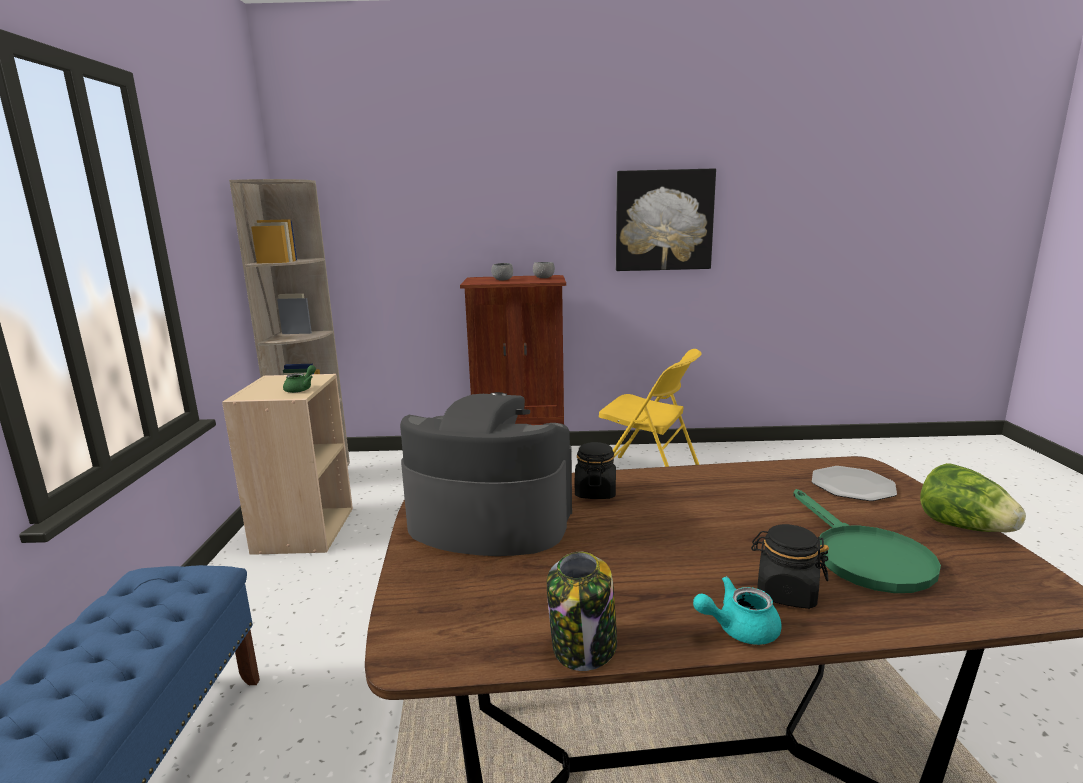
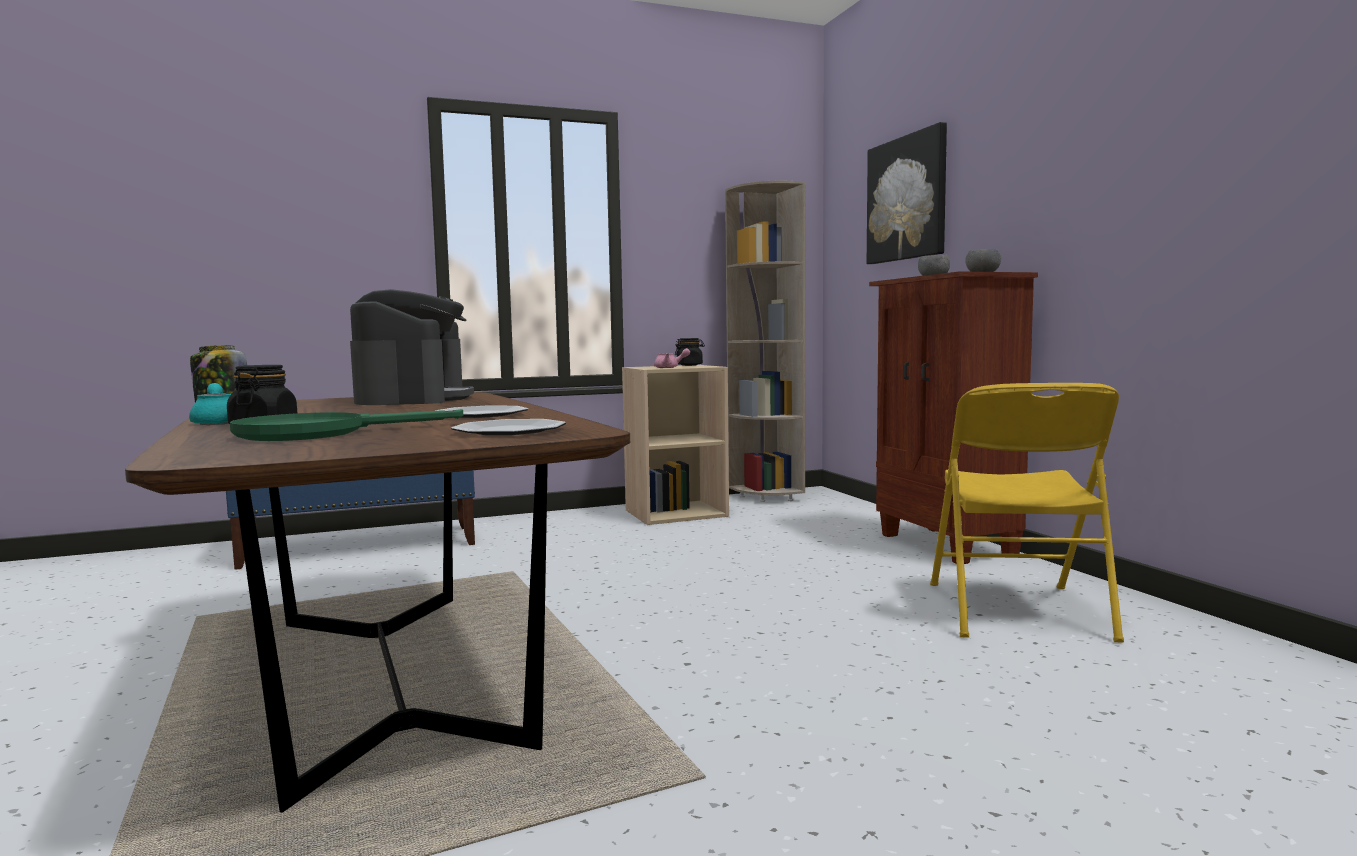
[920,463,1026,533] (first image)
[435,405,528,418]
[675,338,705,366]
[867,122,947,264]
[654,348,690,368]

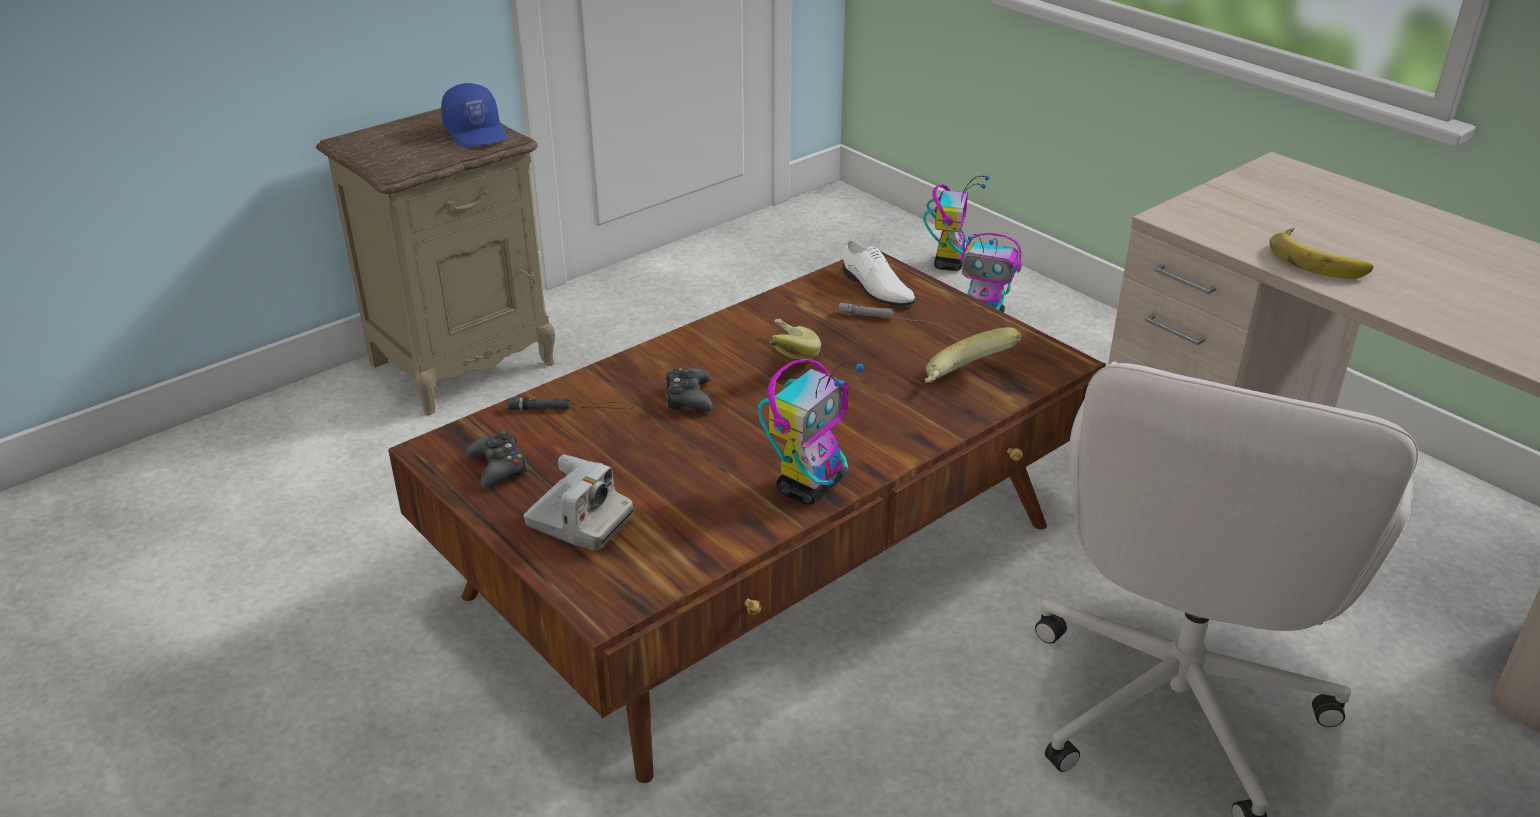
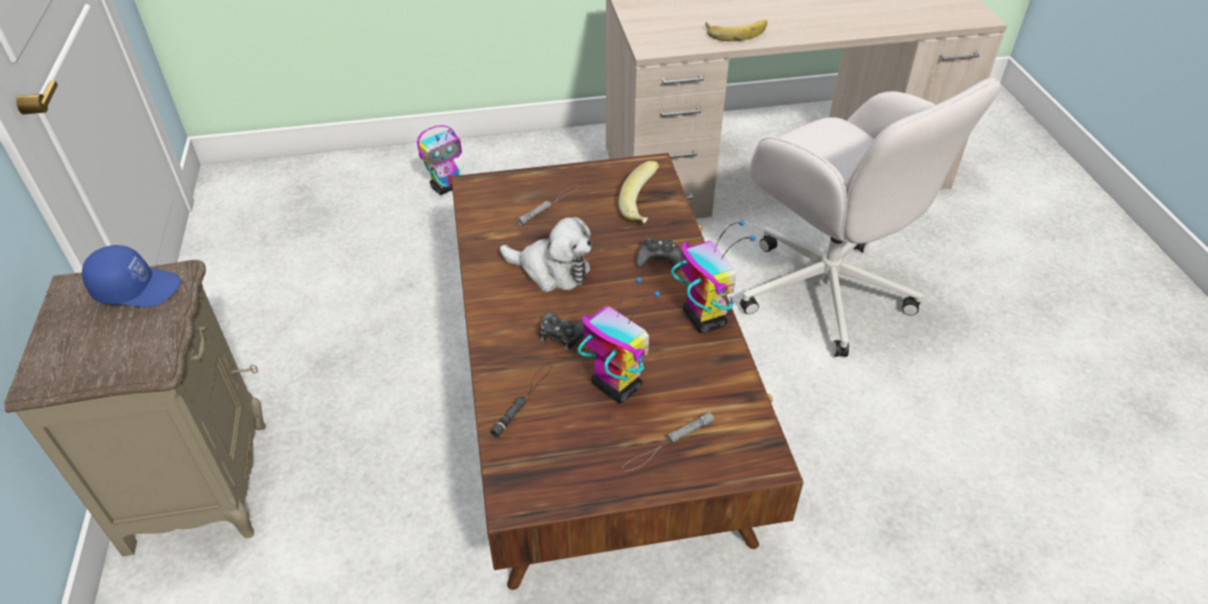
[843,240,915,306] (first image)
[636,237,682,270]
[577,277,660,403]
[622,412,714,471]
[500,217,592,292]

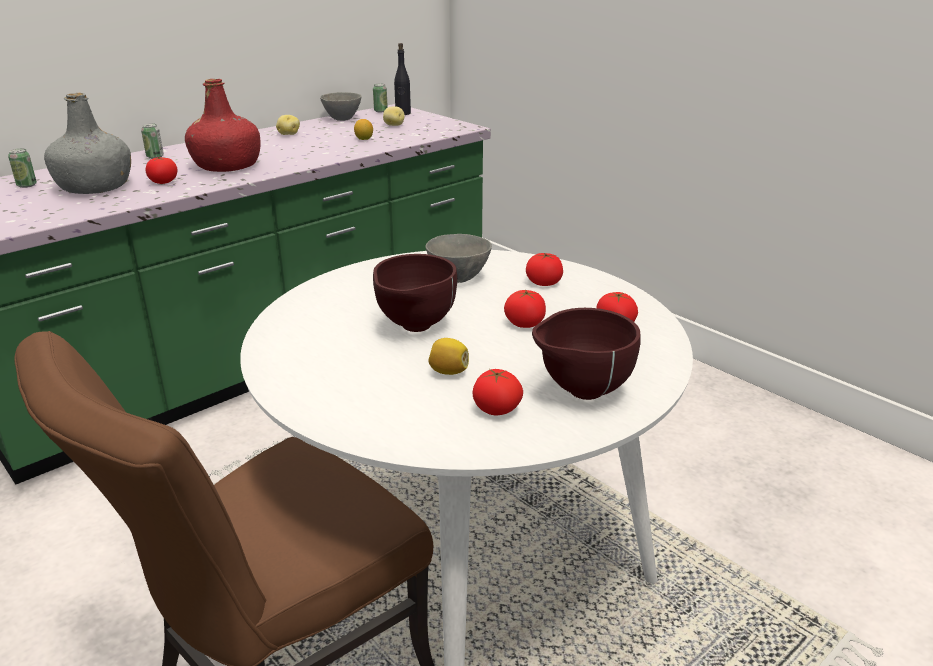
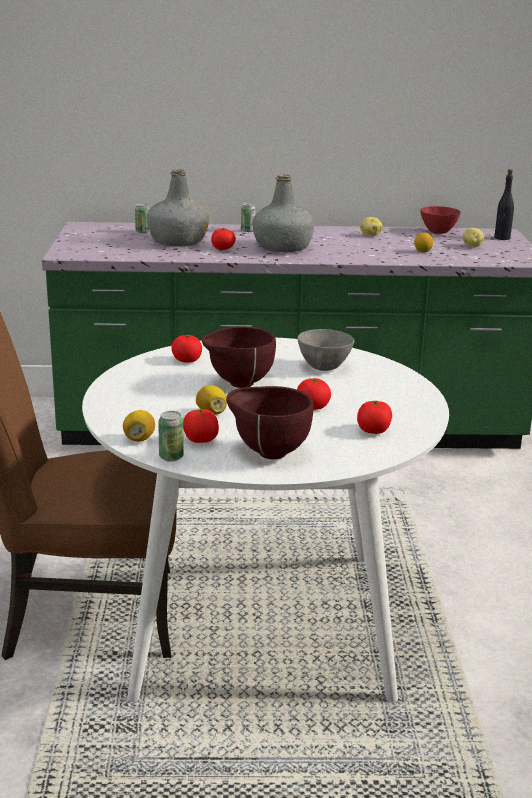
[123,410,155,442]
[158,411,184,462]
[172,335,202,363]
[253,174,314,252]
[420,206,461,234]

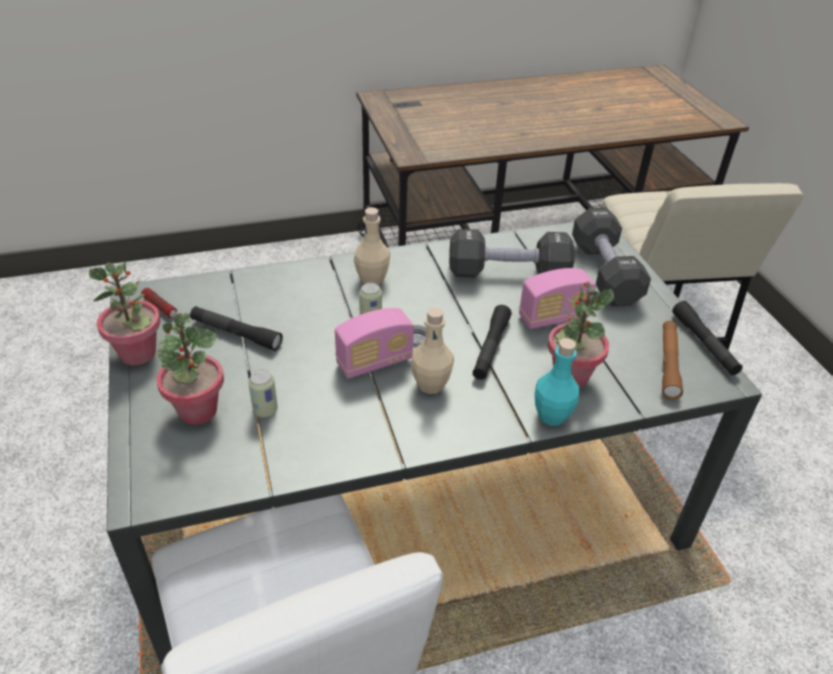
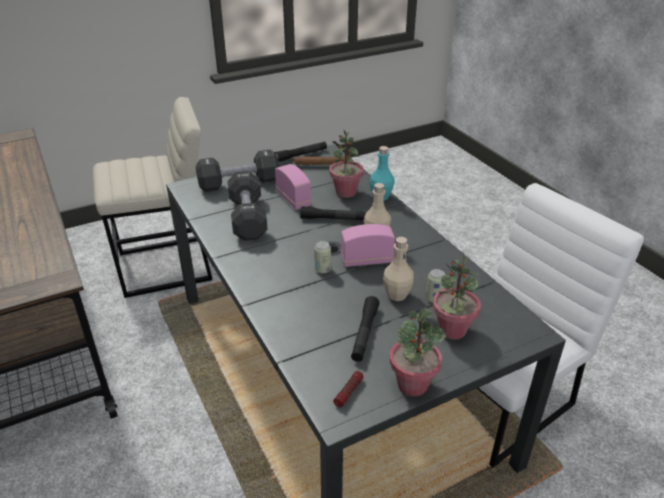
[383,237,414,301]
[341,224,395,267]

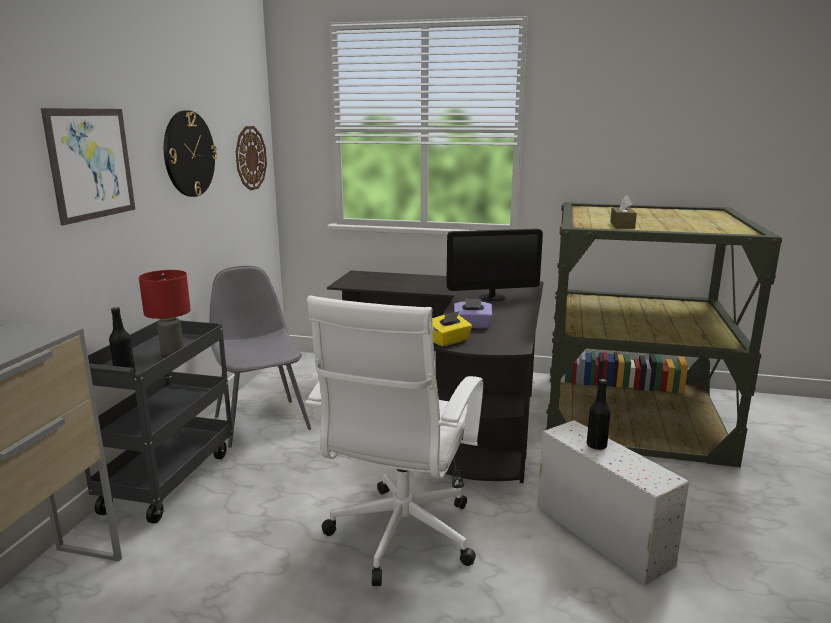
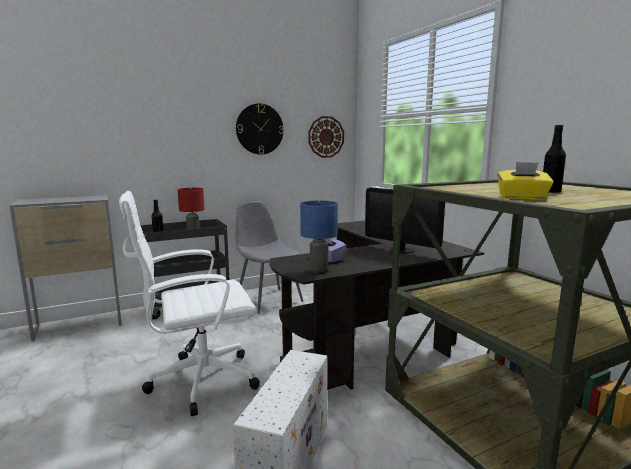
[41,108,135,225] (first image)
[610,195,637,229] (first image)
[300,200,338,273]
[497,162,554,200]
[543,125,566,193]
[236,200,303,314]

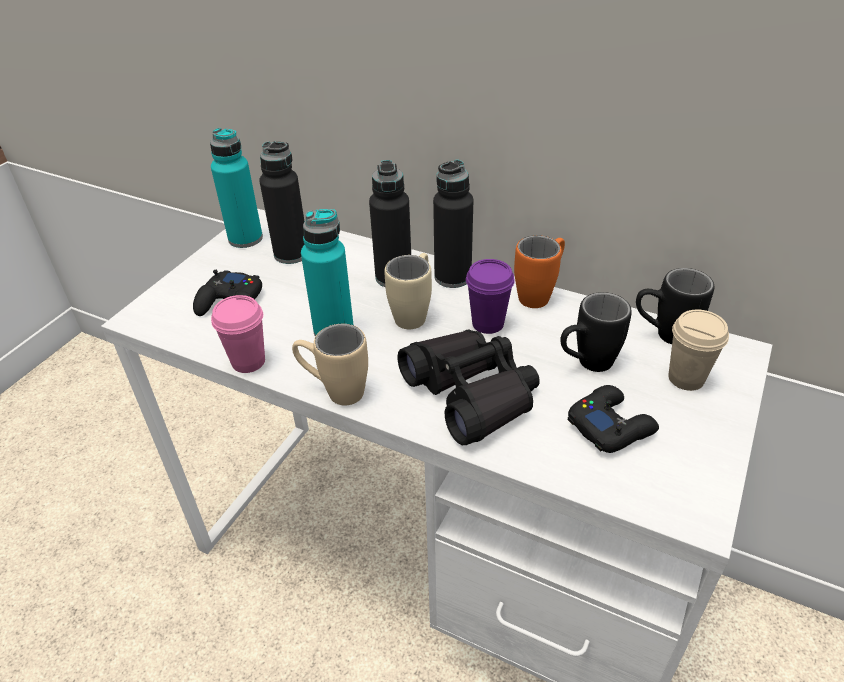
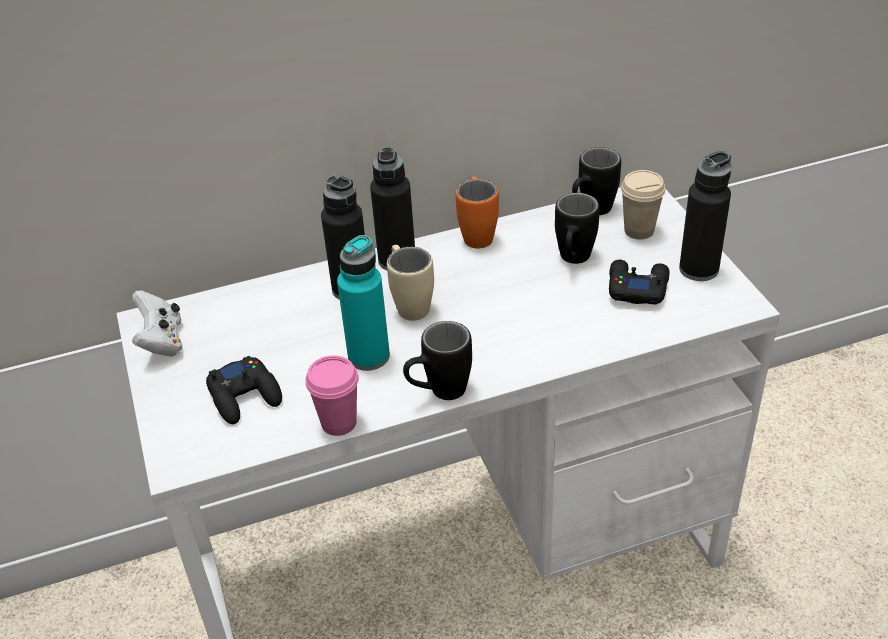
[397,329,540,445] (first image)
[466,259,515,334] (first image)
[679,151,732,281]
[132,290,183,356]
[403,321,472,400]

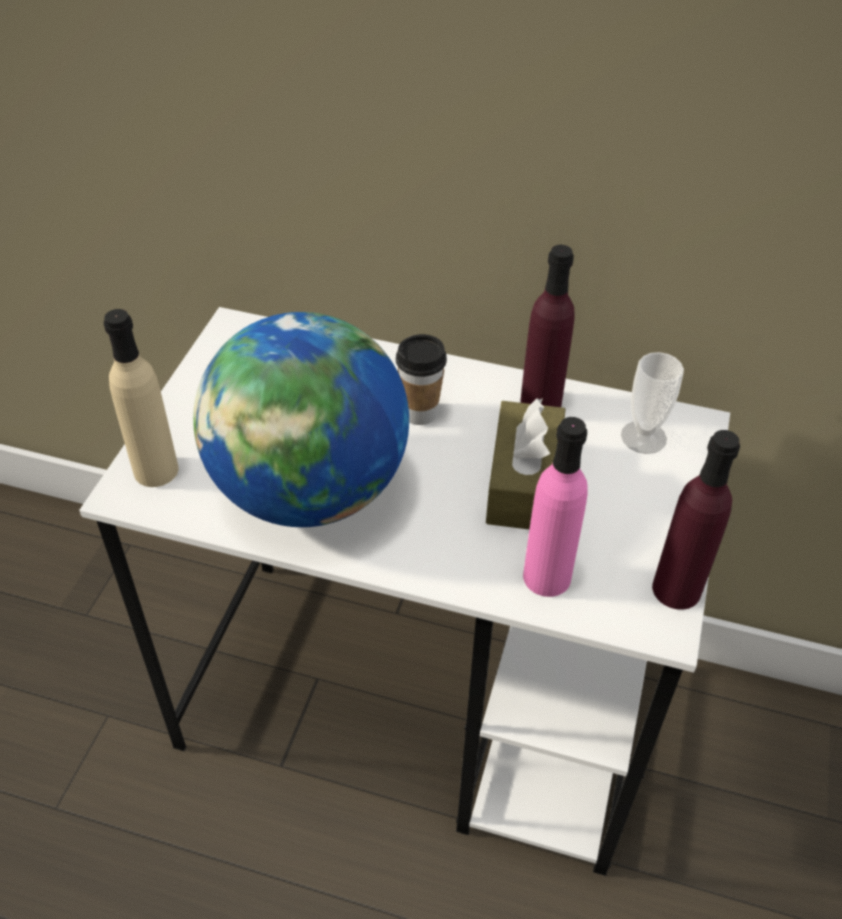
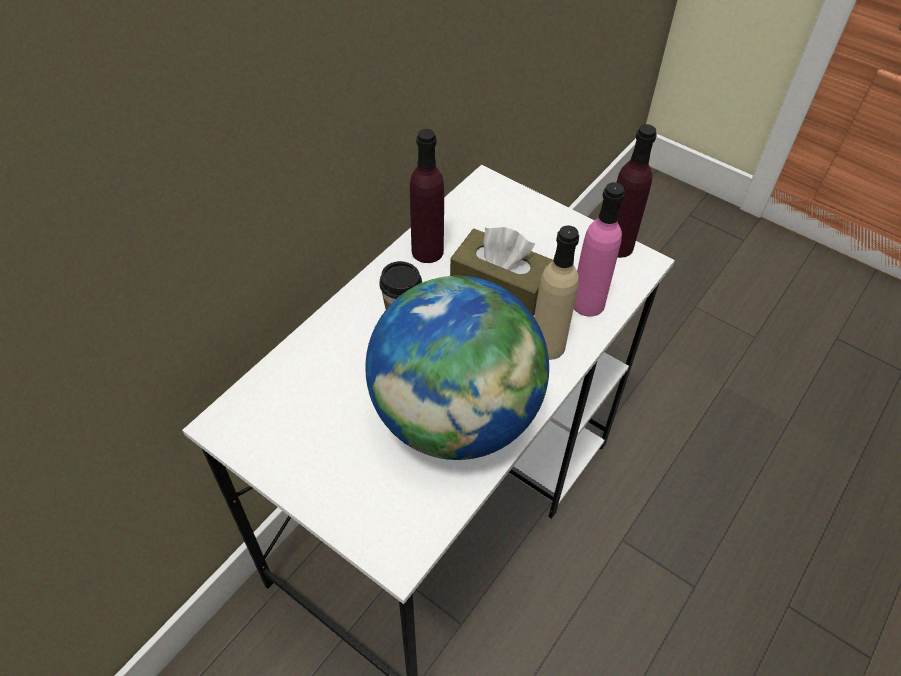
[621,352,684,454] (first image)
[534,225,579,360]

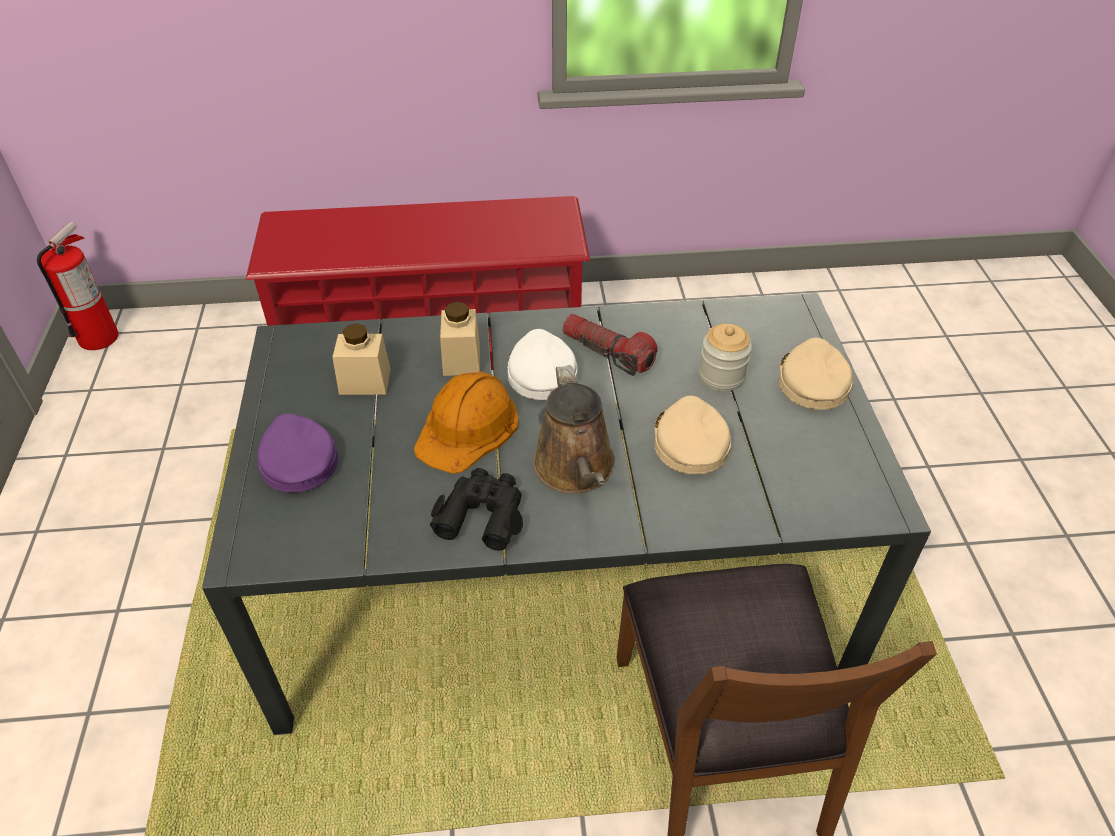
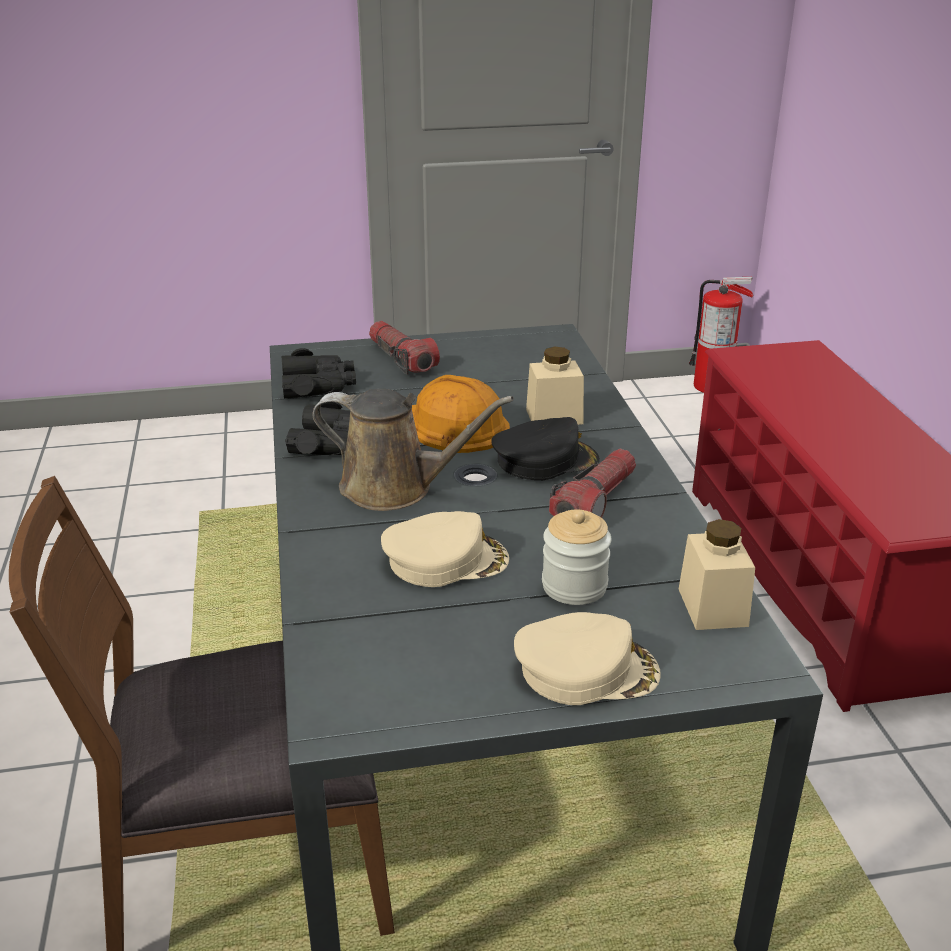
[281,348,356,399]
[679,519,755,630]
[369,321,440,374]
[491,417,600,480]
[312,389,514,511]

